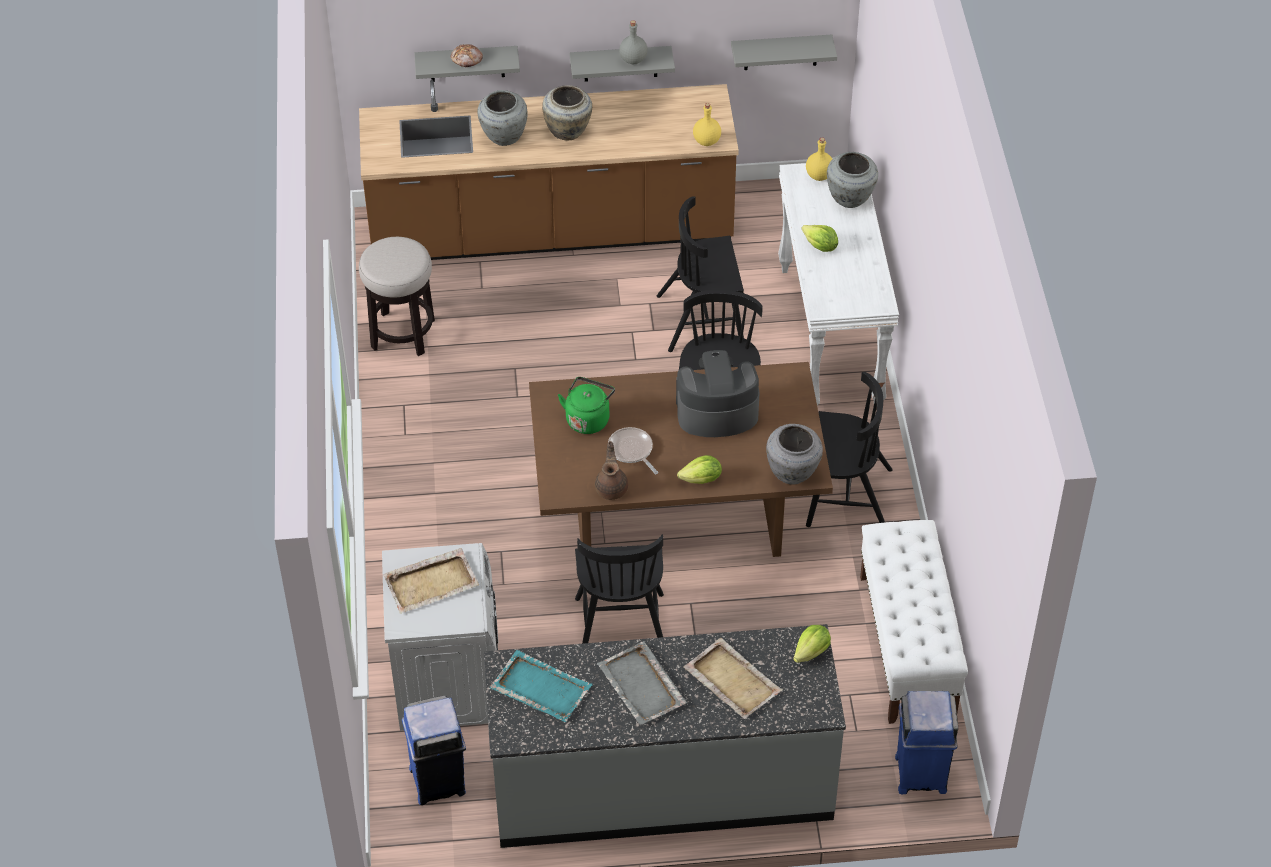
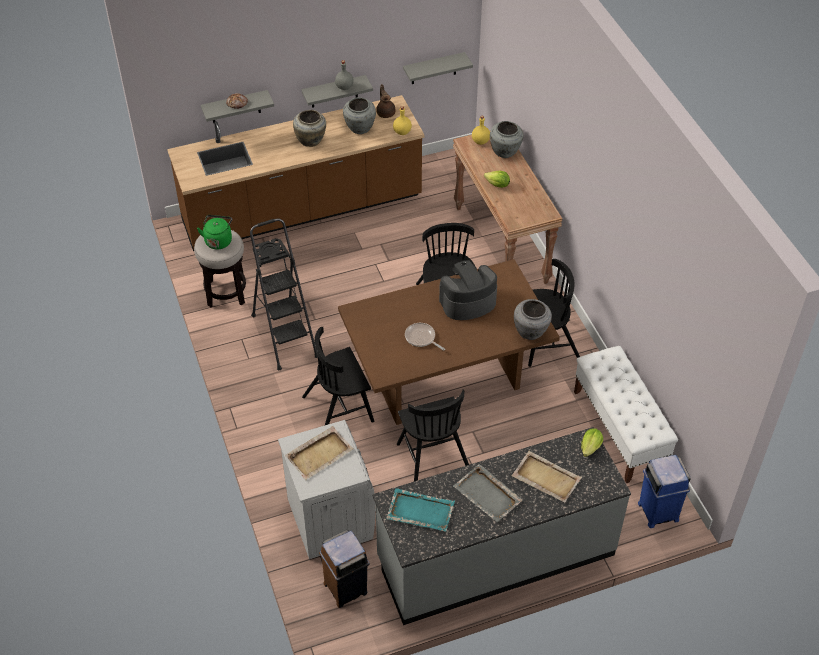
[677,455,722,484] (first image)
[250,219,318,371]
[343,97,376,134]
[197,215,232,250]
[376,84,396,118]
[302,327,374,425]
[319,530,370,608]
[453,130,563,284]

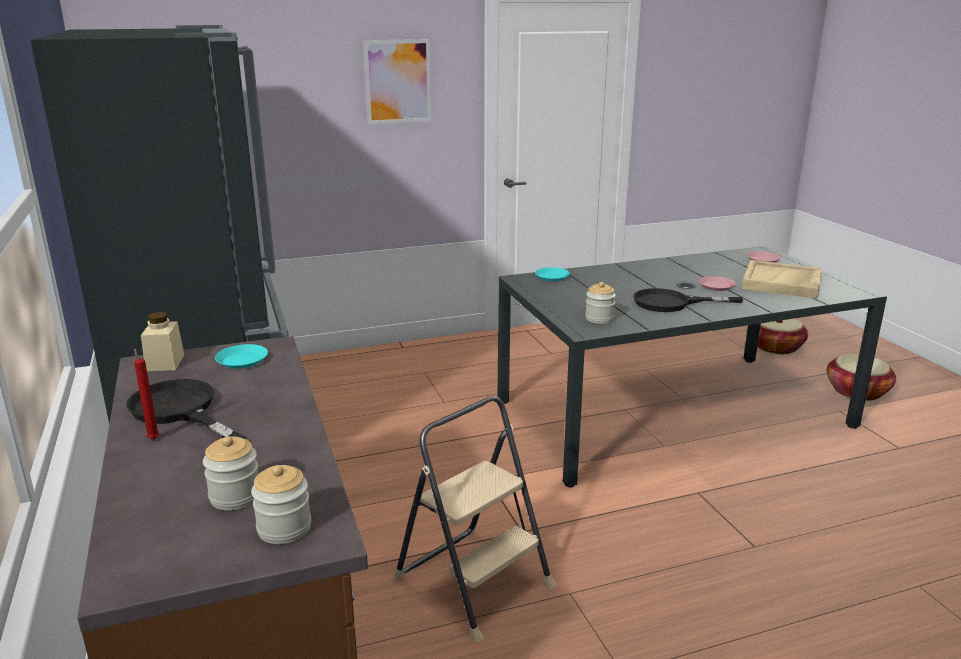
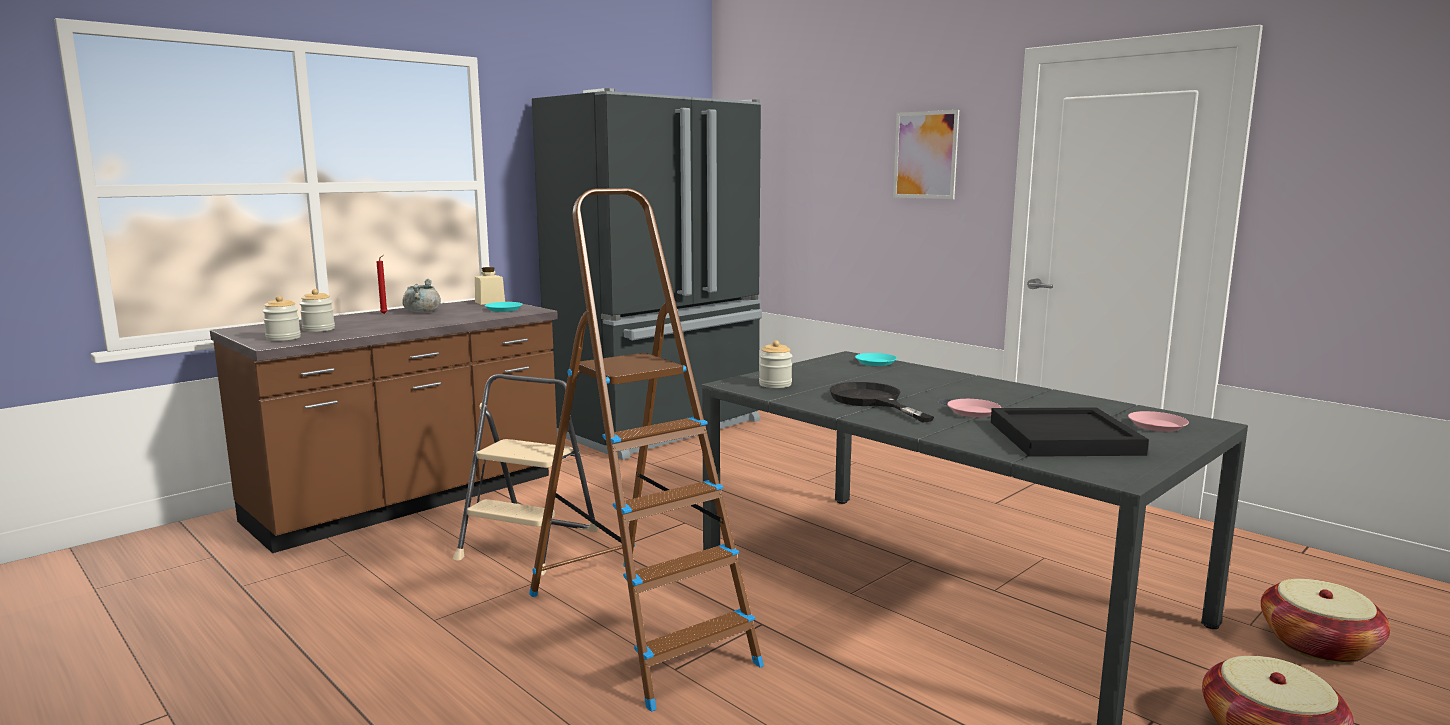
[529,188,764,711]
[402,279,441,313]
[991,407,1149,457]

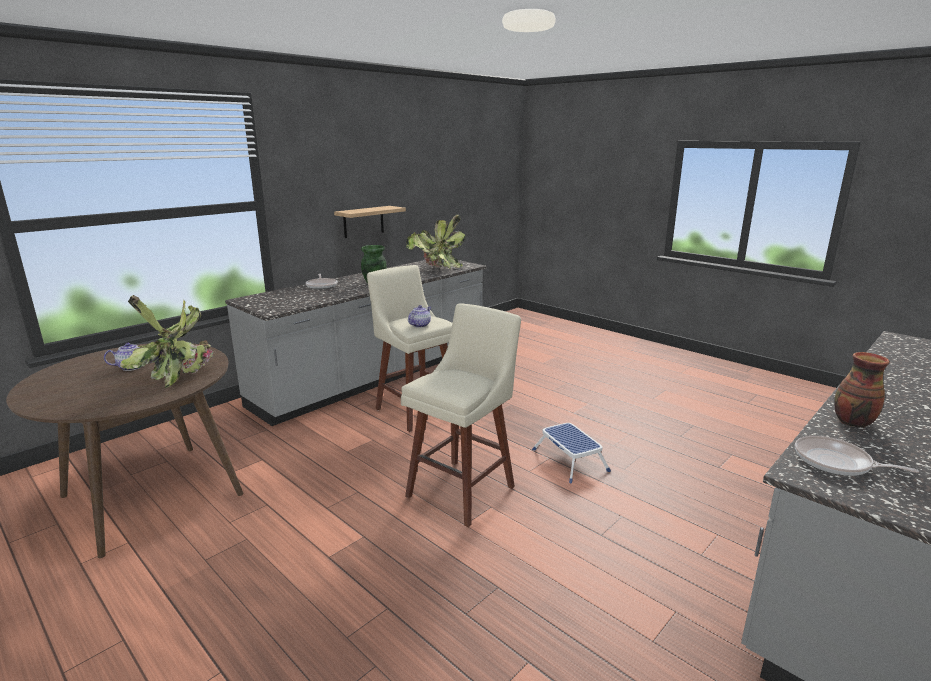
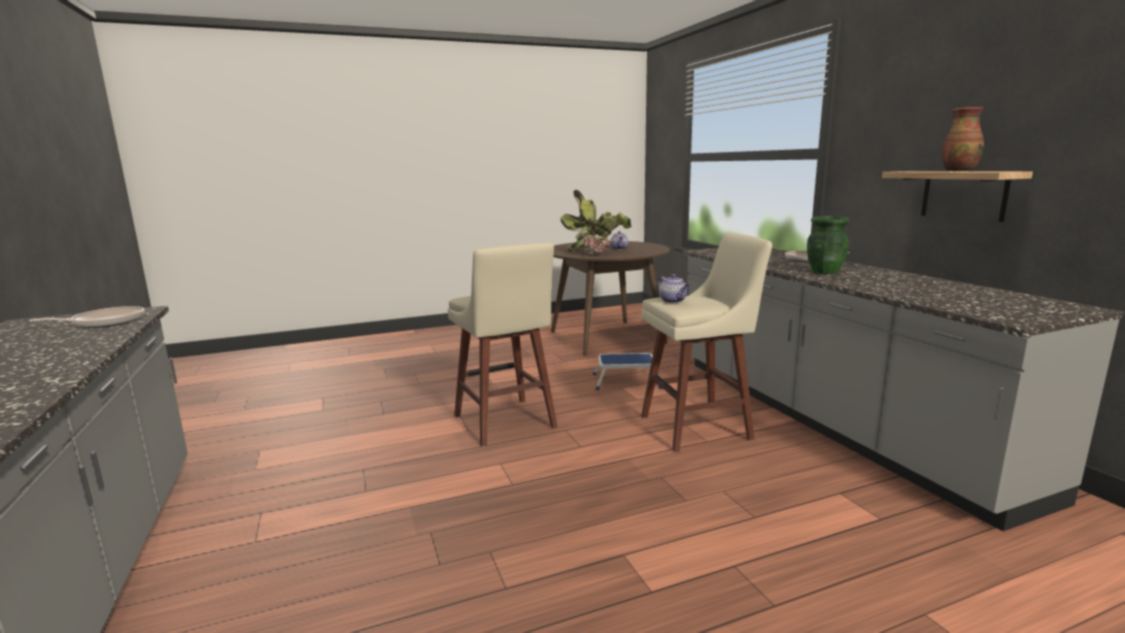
[406,215,465,269] (first image)
[593,353,663,391]
[942,107,984,171]

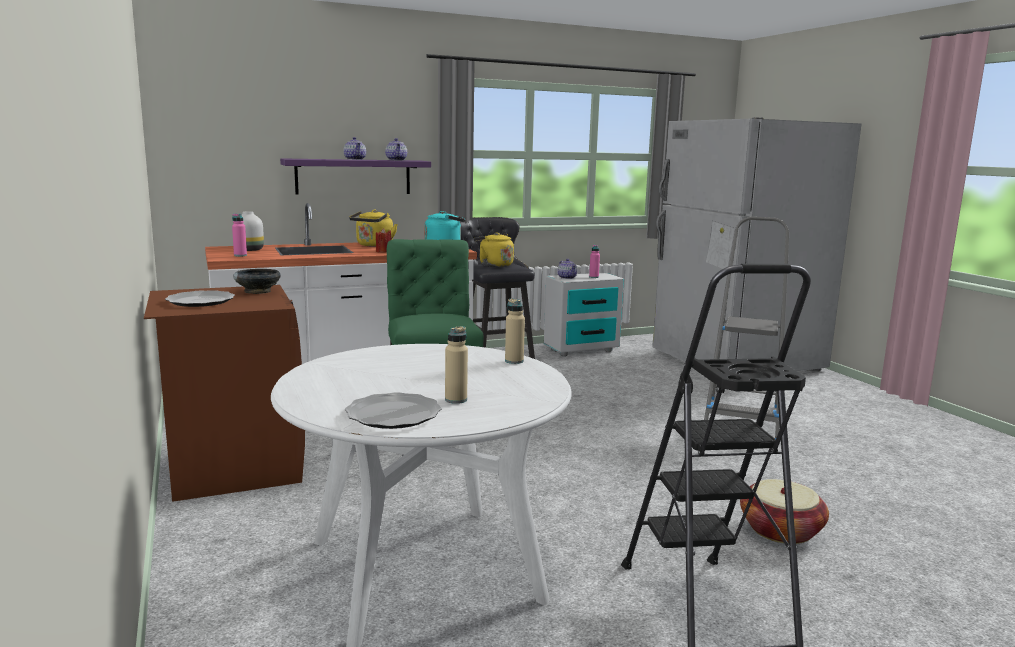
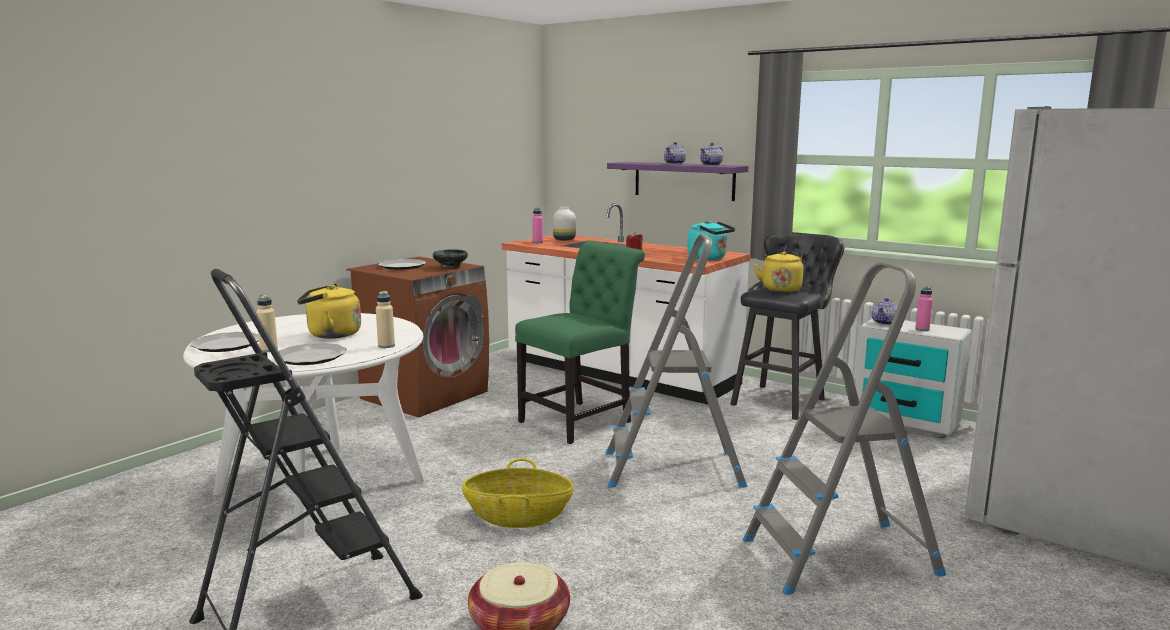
[273,343,347,365]
[462,458,573,528]
[606,233,748,487]
[297,284,361,339]

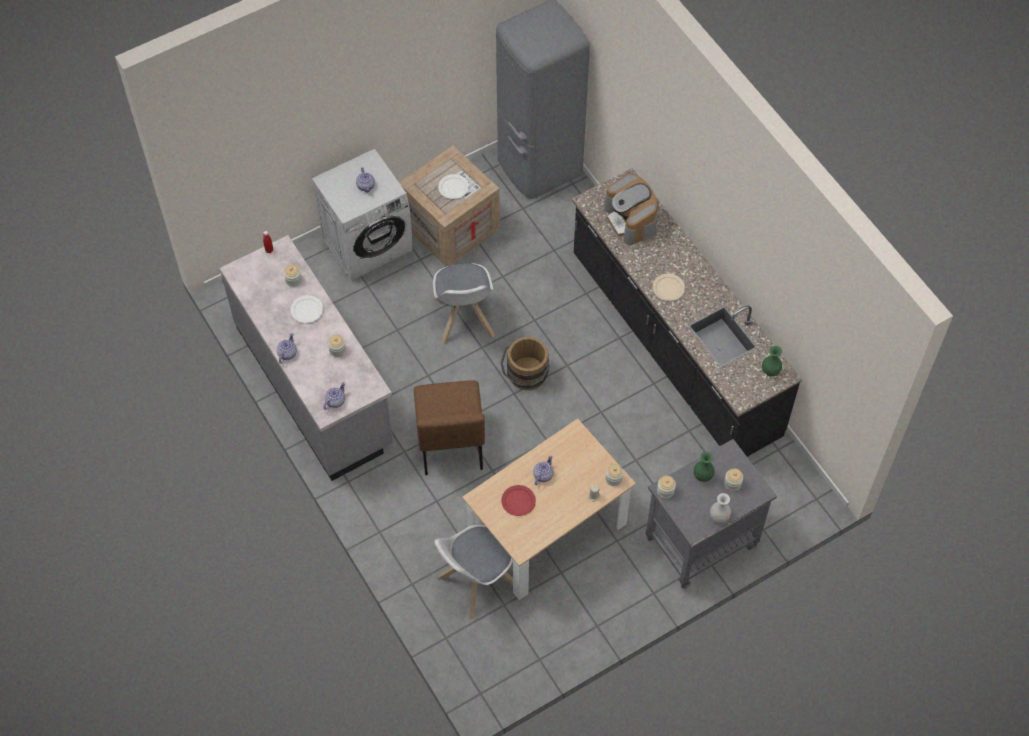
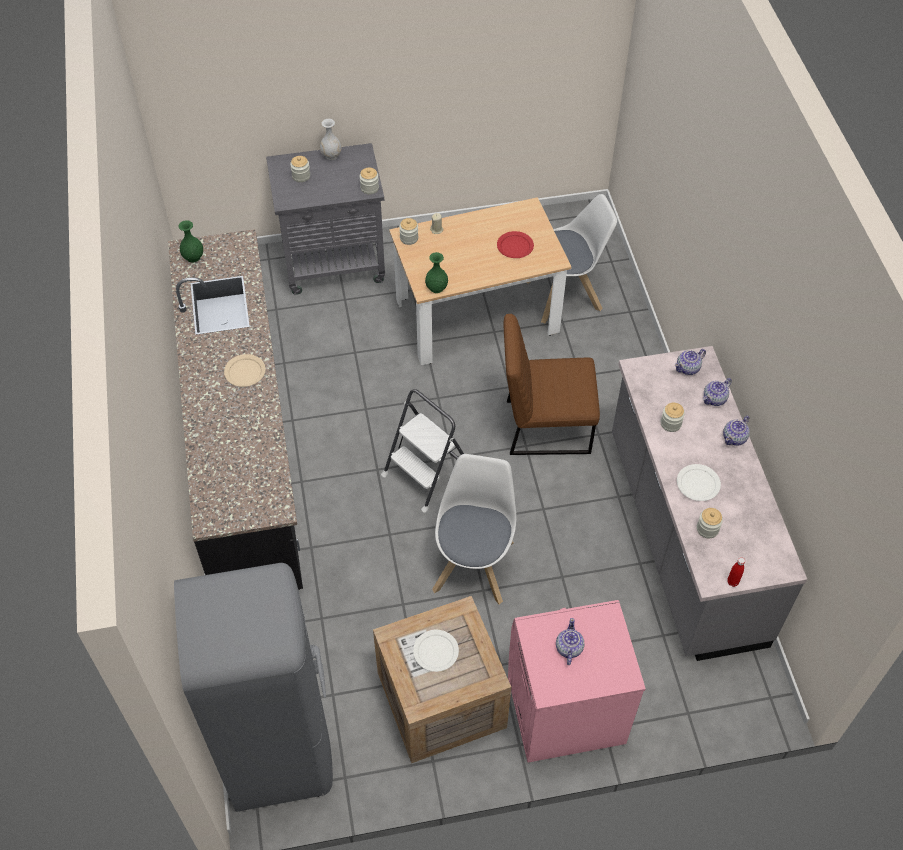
[605,174,657,245] (first image)
[703,378,732,406]
[425,252,448,293]
[381,389,464,513]
[508,600,646,763]
[504,314,600,455]

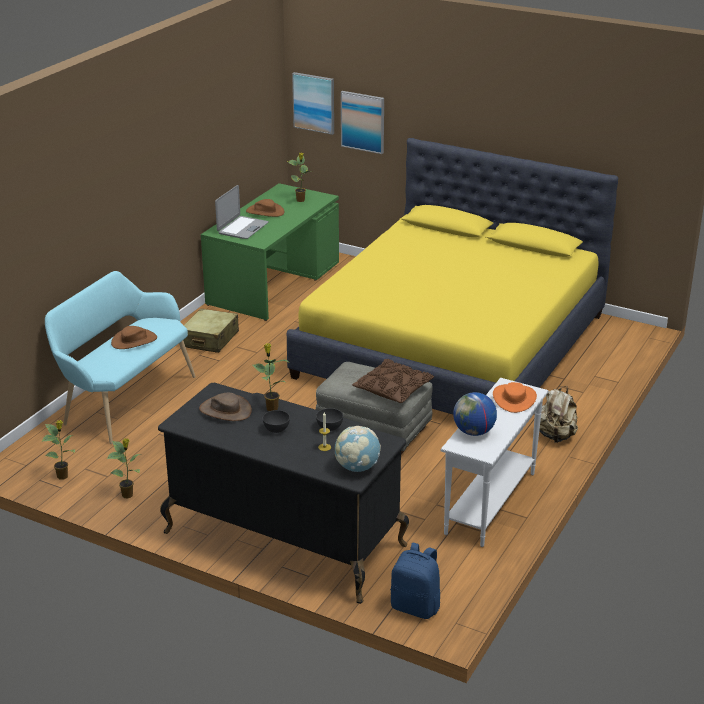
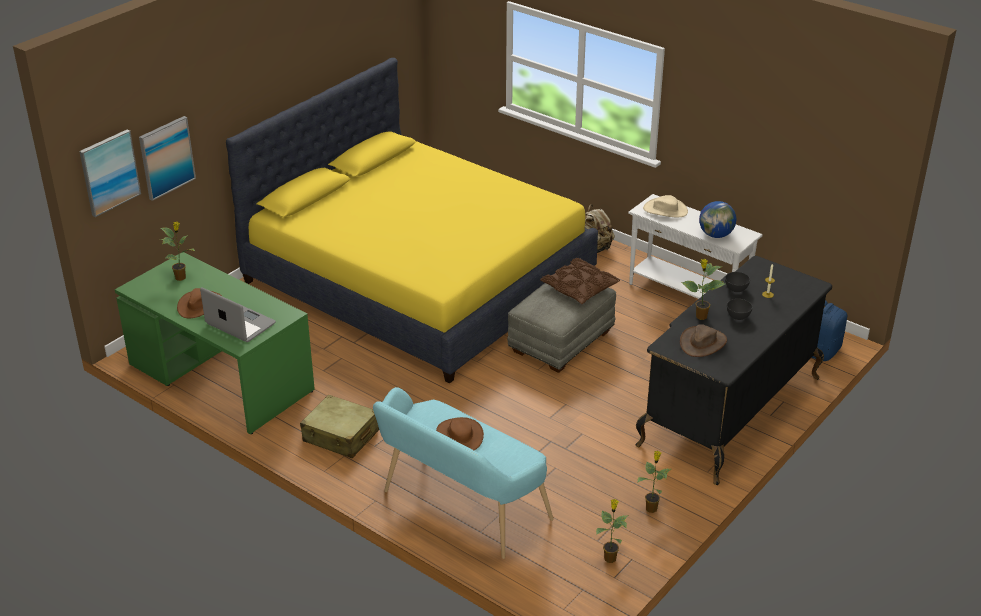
[335,426,381,472] (first image)
[643,195,688,217]

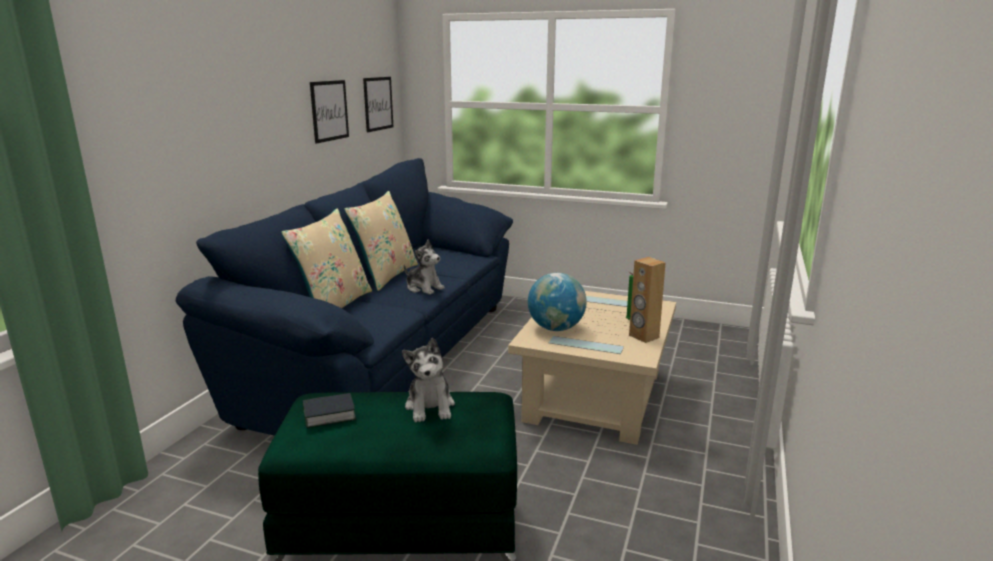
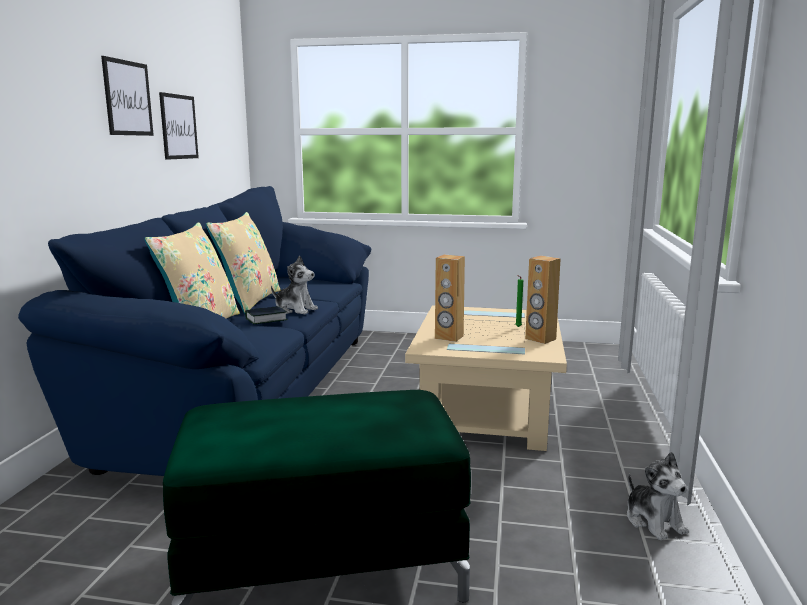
[245,306,288,324]
[101,56,154,136]
[627,452,689,540]
[435,254,465,342]

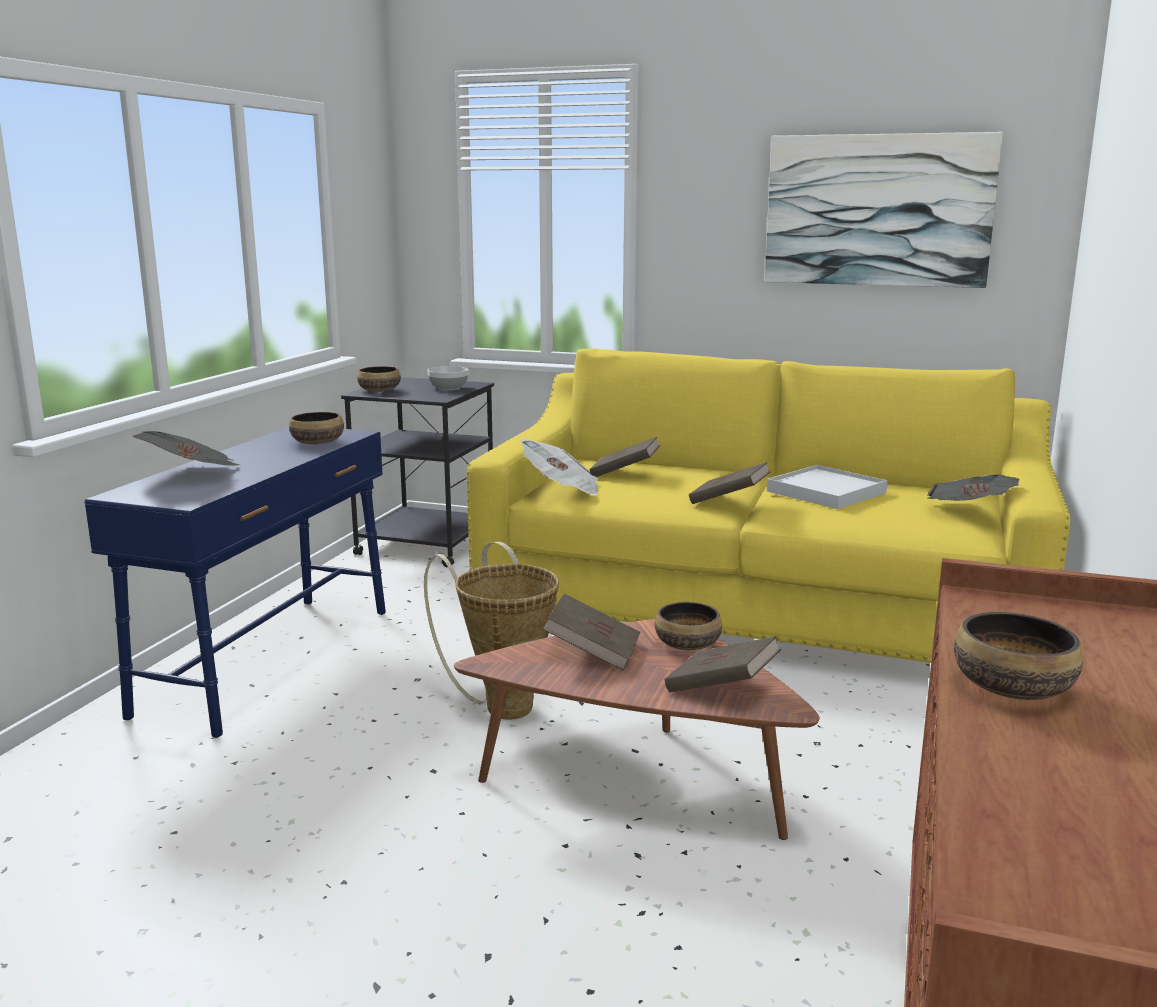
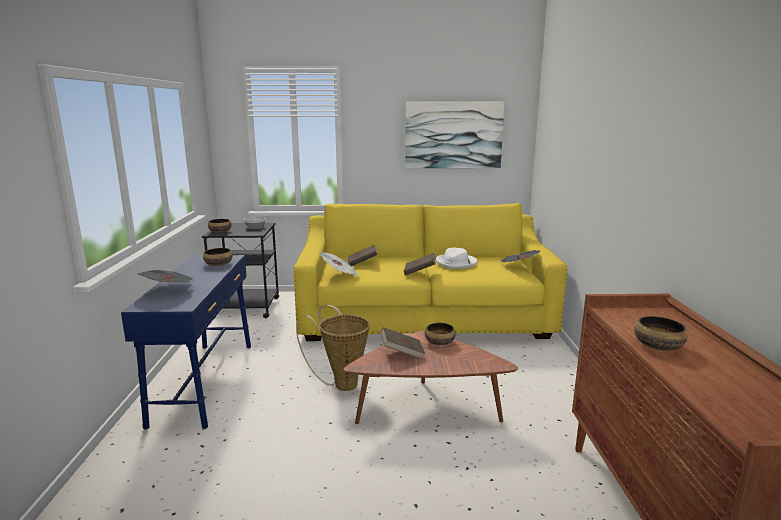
[665,636,781,692] (first image)
[436,248,477,269]

